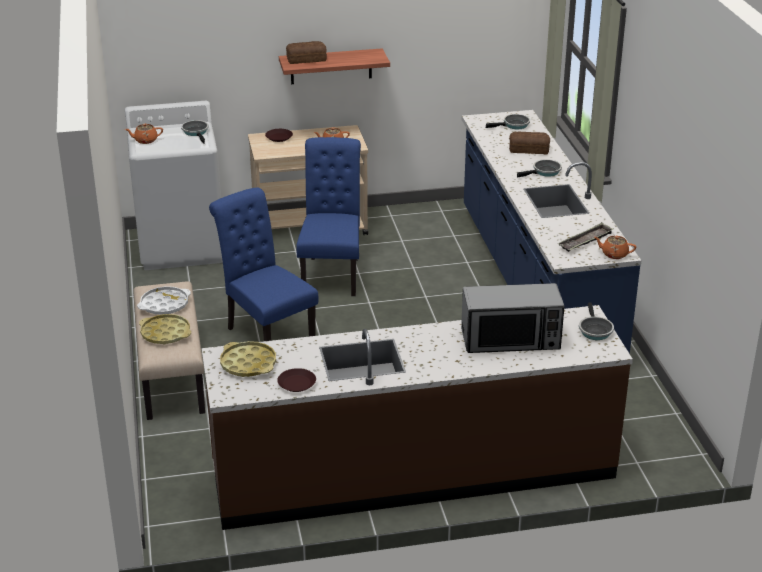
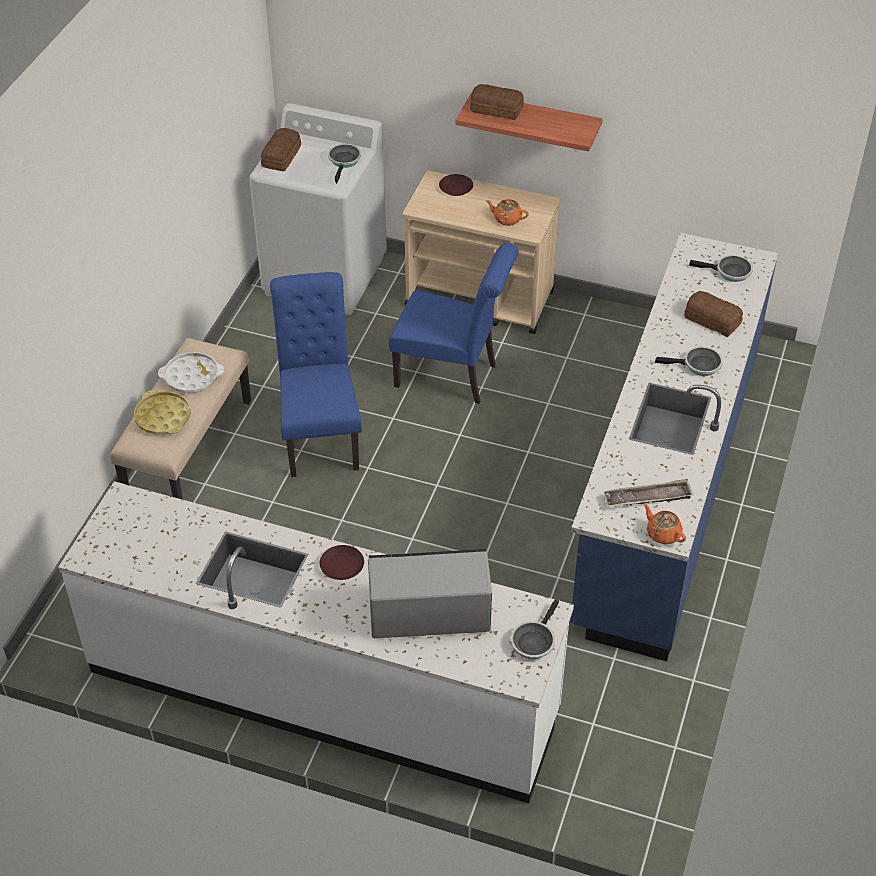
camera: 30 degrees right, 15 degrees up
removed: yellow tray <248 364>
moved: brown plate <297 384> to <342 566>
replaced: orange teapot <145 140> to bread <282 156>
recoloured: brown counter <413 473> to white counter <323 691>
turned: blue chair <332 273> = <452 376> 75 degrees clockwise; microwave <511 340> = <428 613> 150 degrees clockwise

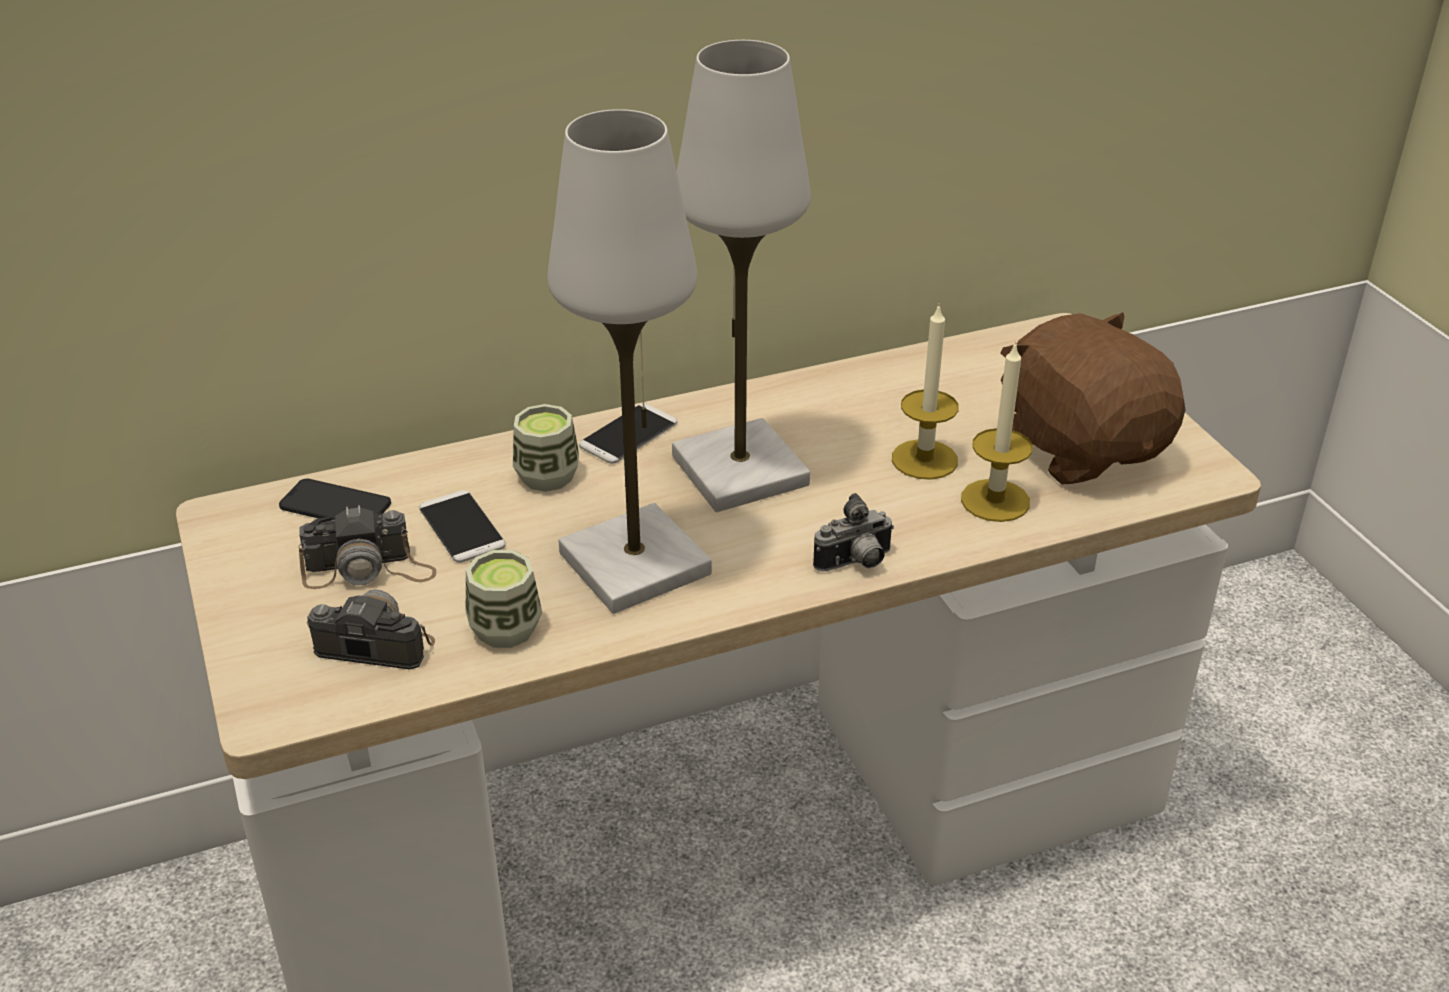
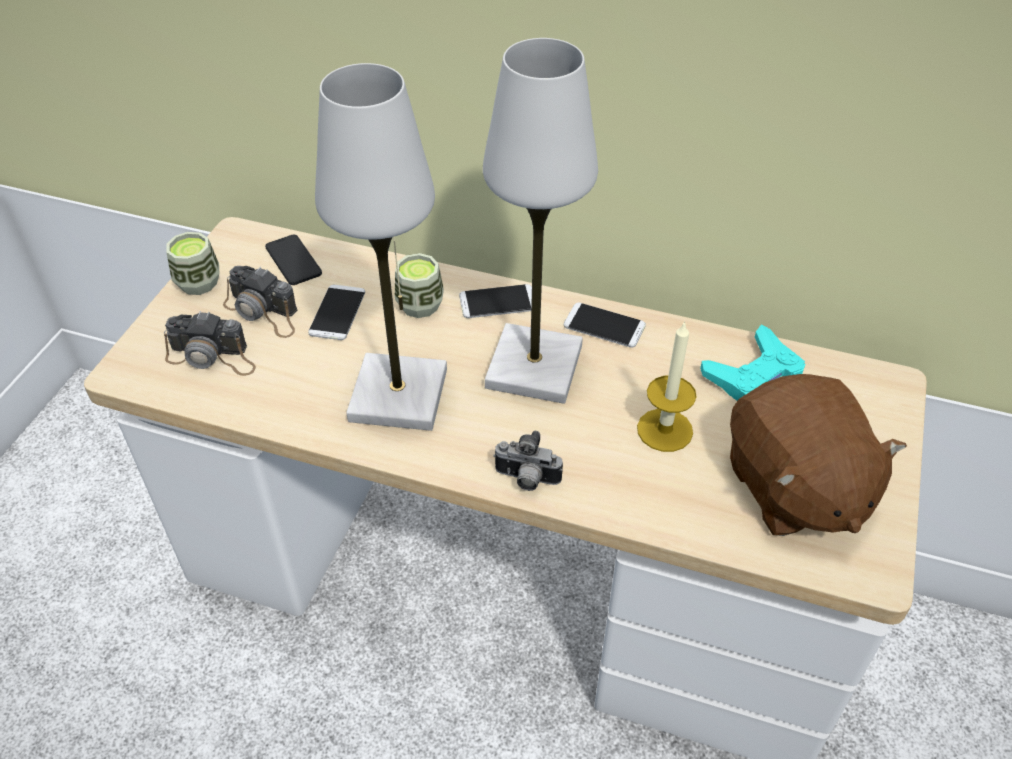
camera: 40 degrees right, 10 degrees up
removed: candle <995 500>
added: phone <604 326>; turquoise game controller <754 375>
moved: cup <505 629> to <198 282>
turned: photo camera <366 640> = <212 357> 135 degrees clockwise; brown plush toy <1081 447> = <794 488> 150 degrees clockwise

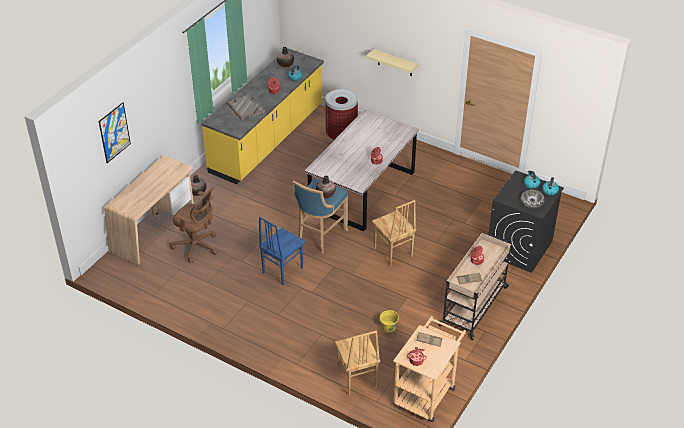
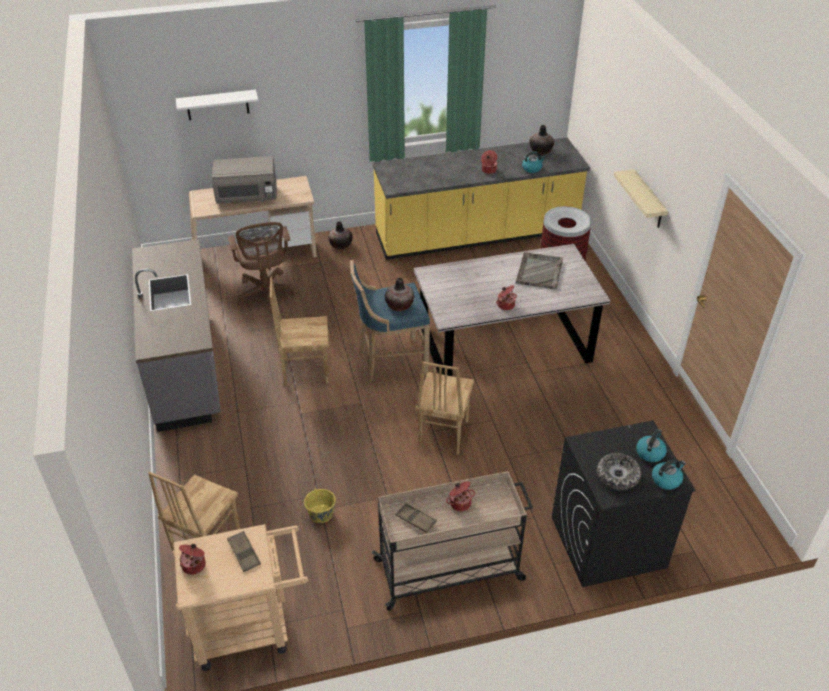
camera: 45 degrees right, 0 degrees up
added: grey counter <186 366>; grey microwave <247 197>
moved: grey tray <245 107> to <539 271>
replaced: picture <114 132> to white shelf <217 105>
recoloured: blue chair <282 270> to brown chair <305 370>

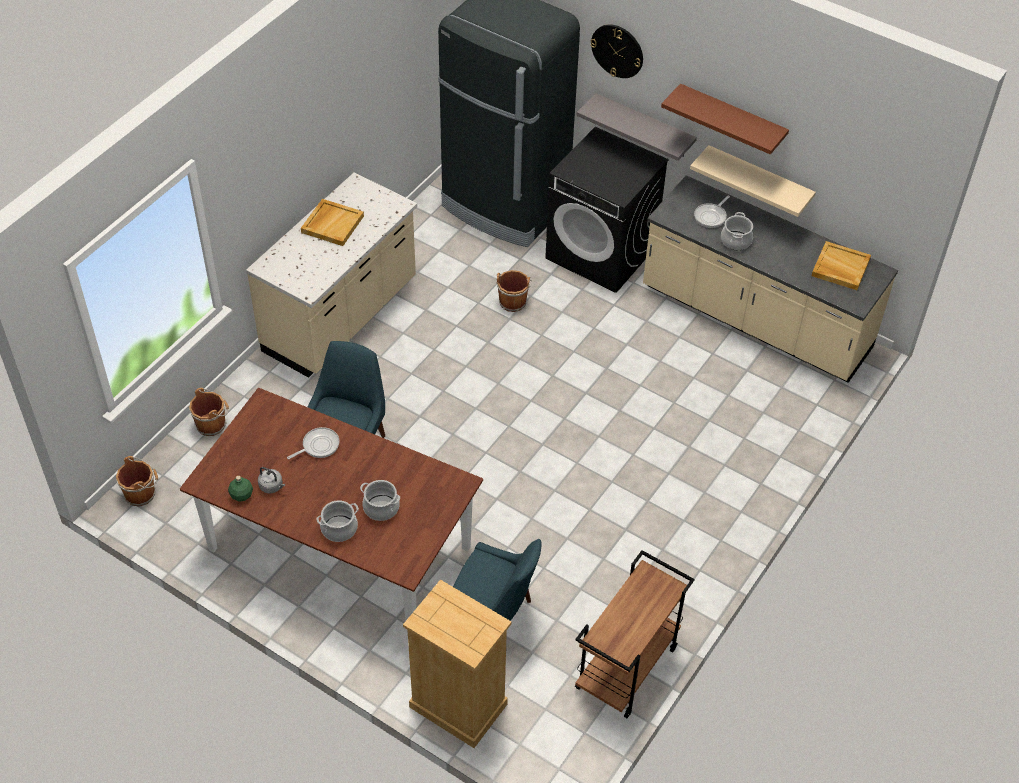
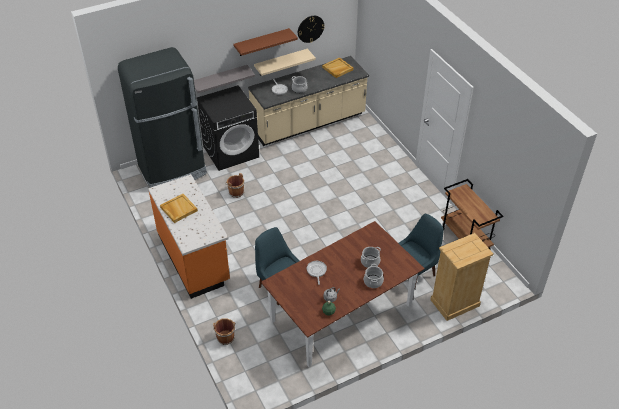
camera: 60 degrees left, 5 degrees down
removed: brown bucket <141 493>
moved: wall clock <617 50> to <310 28>
recoloured: beige counter <341 317> to orange counter <194 258>

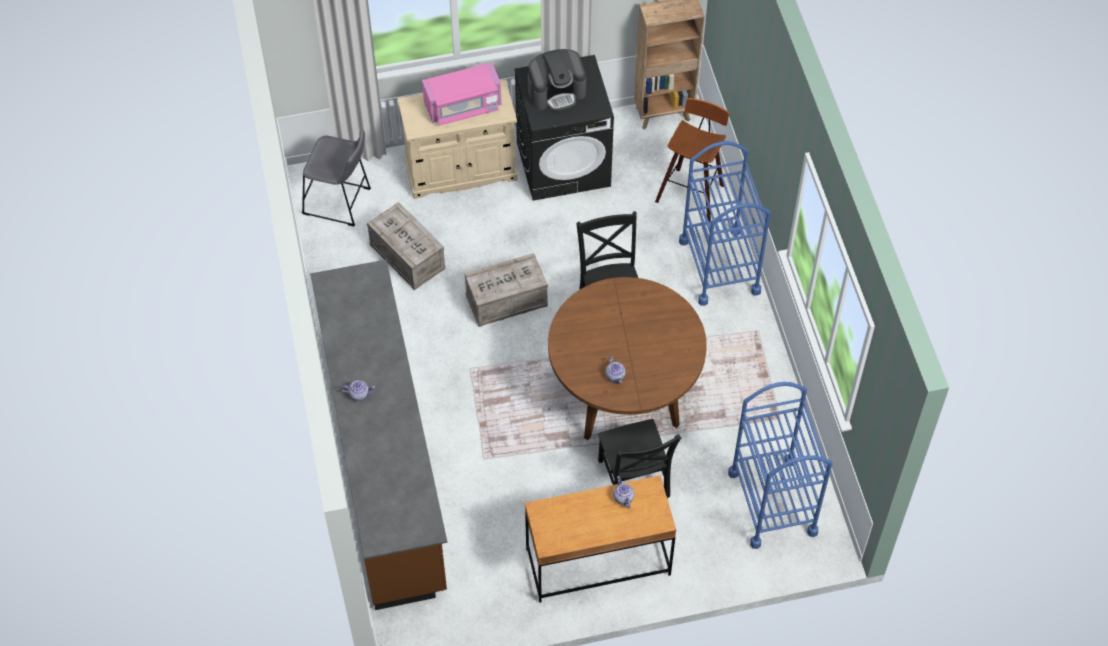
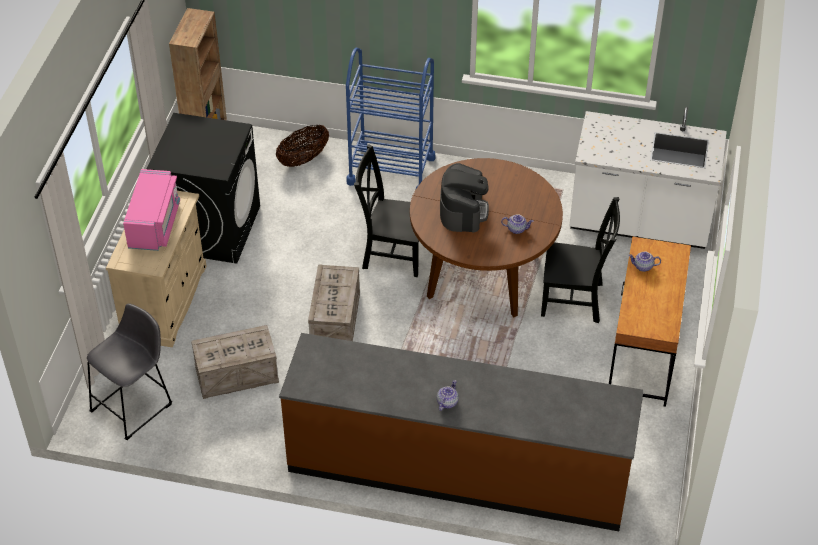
camera: 65 degrees left, 10 degrees down
moved: coffee machine <556 92> to <463 211>
replaced: stool <691 192> to basket <303 159>; blue cart <772 502> to white counter <639 223>

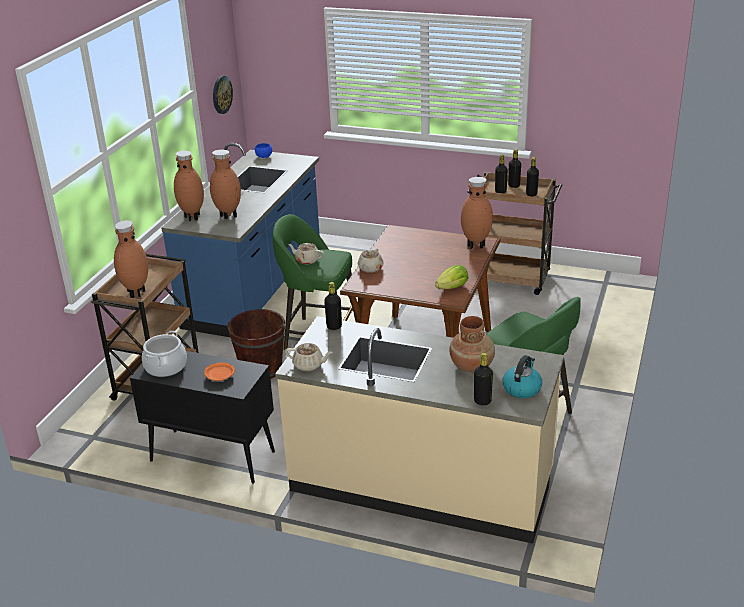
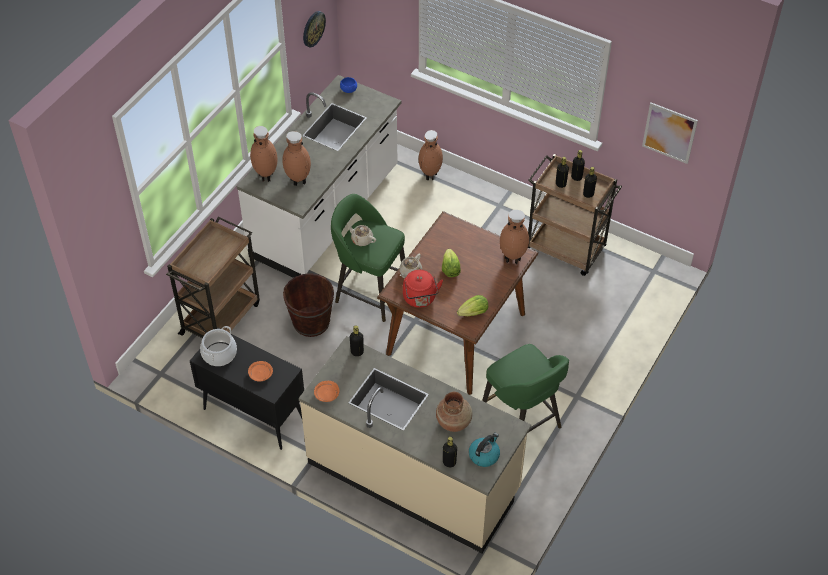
camera: 10 degrees right, 20 degrees up
added: red kettle <420 299>; lettuce <450 269>; picture <669 133>
moved: brown vase <135 293> to <429 175>
replaced: beige teapot <309 365> to orange plate <326 394>
recoloured: blue counter <256 287> to white counter <326 213>

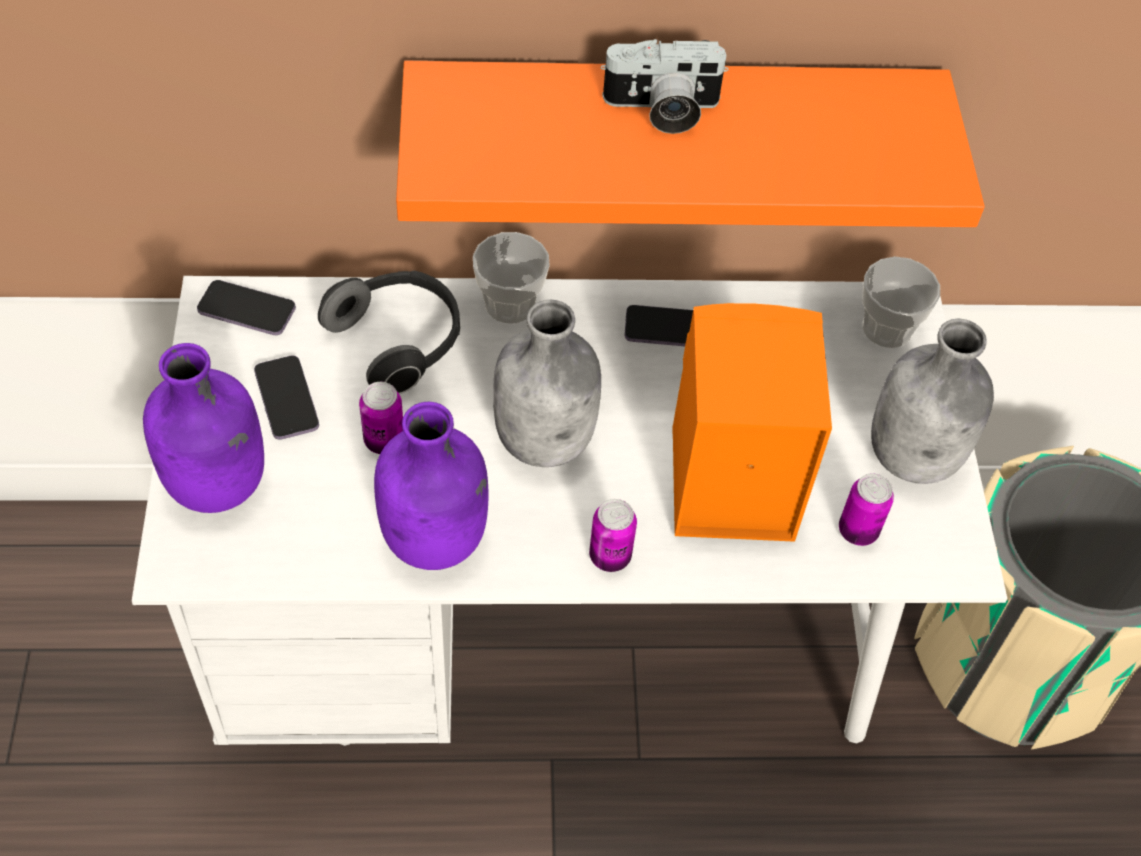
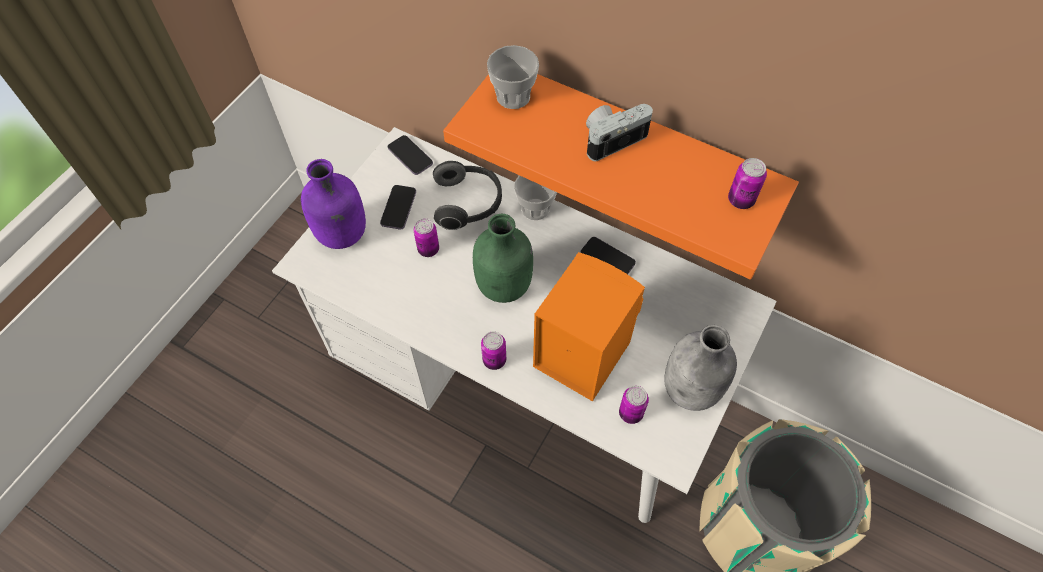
camera: 35 degrees right, 5 degrees up
removed: purple bottle <436 539>
added: can <740 200>
moved: cup <887 328> to <513 96>
recoloured: grey bottle <546 439> to green bottle <505 286>
turned: photo camera <661 110> = <612 138> 120 degrees clockwise

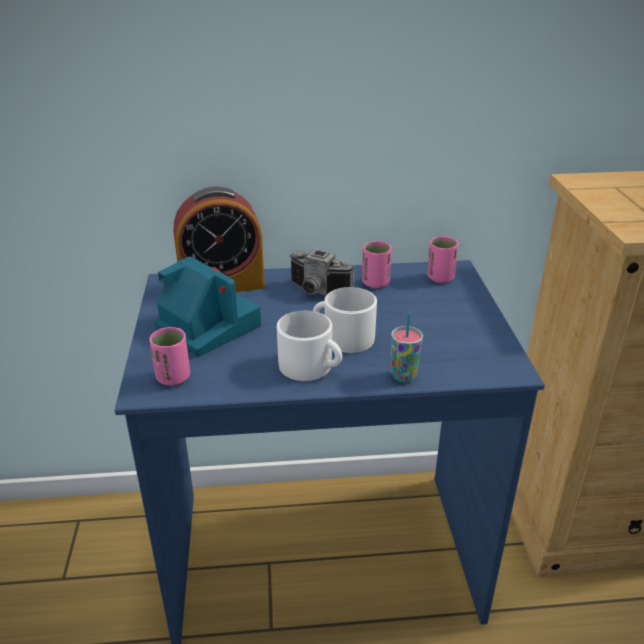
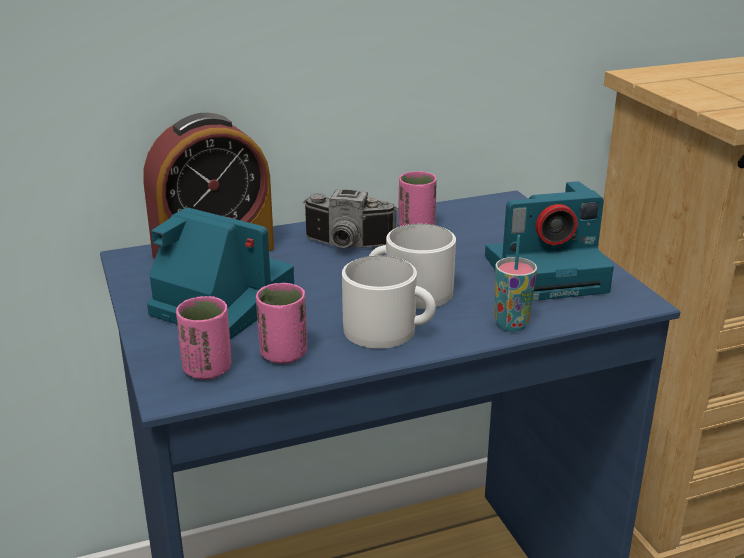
camera: 15 degrees left, 5 degrees down
added: photo camera <547 272>
moved: pink cup <440 278> to <283 354>

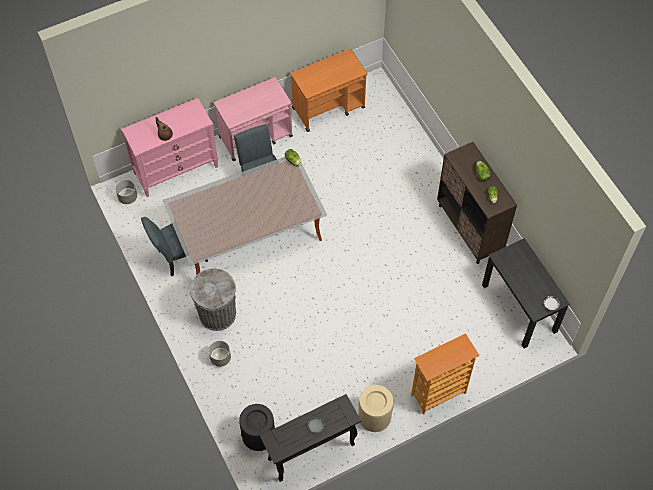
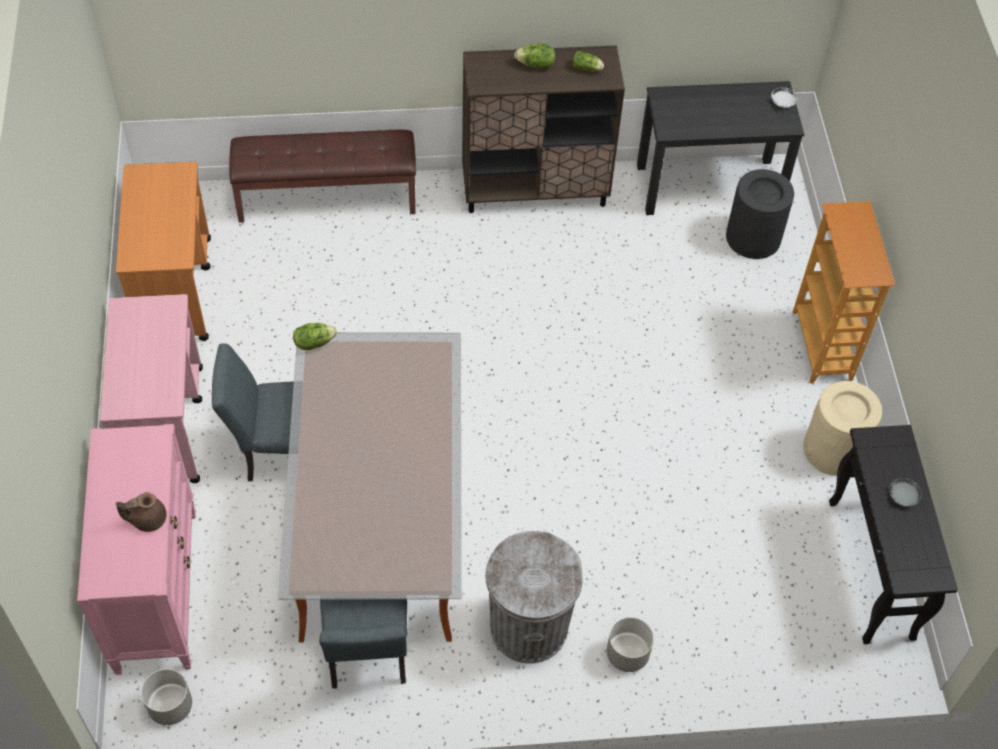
camera: 70 degrees left, 5 degrees down
added: brown bench <327 197>
moved: black trash can <258 435> to <753 237>

